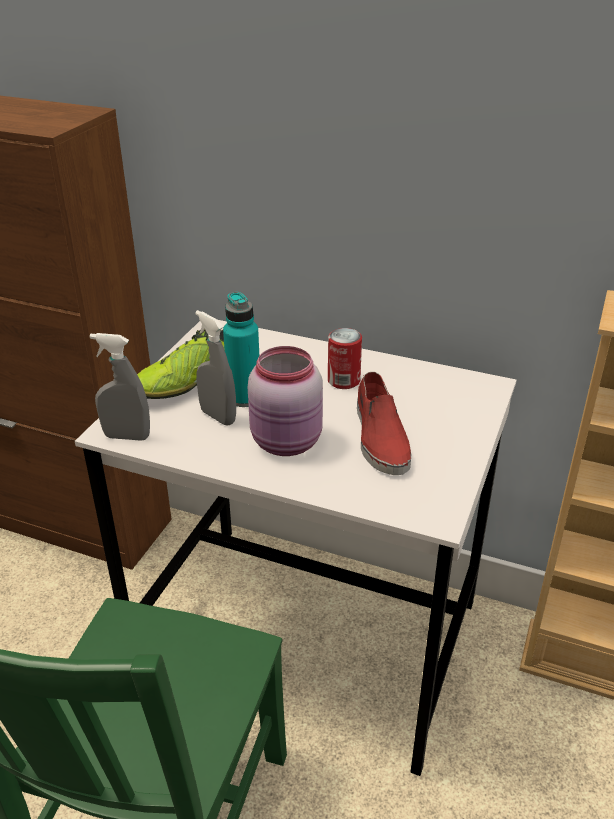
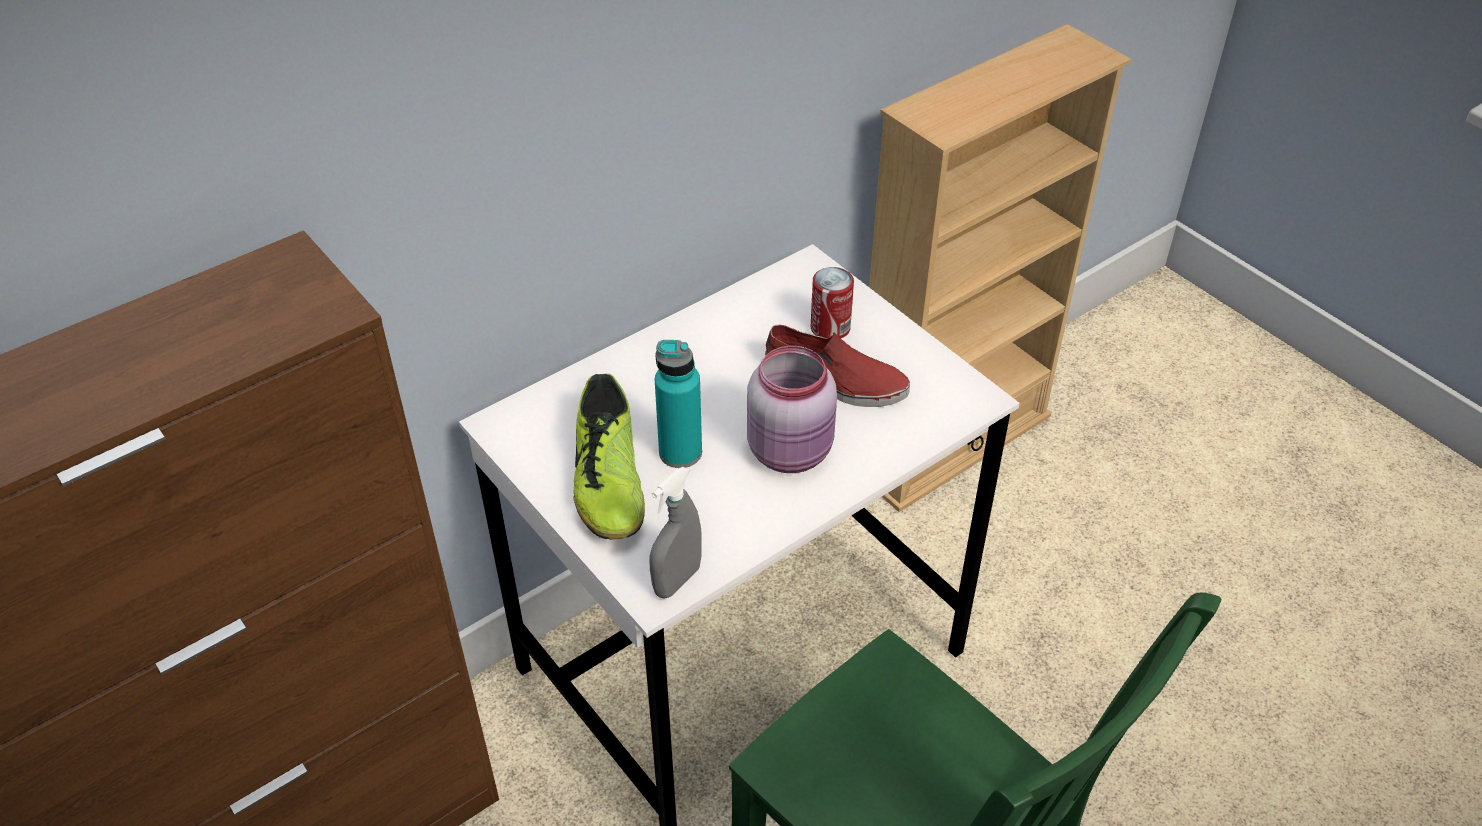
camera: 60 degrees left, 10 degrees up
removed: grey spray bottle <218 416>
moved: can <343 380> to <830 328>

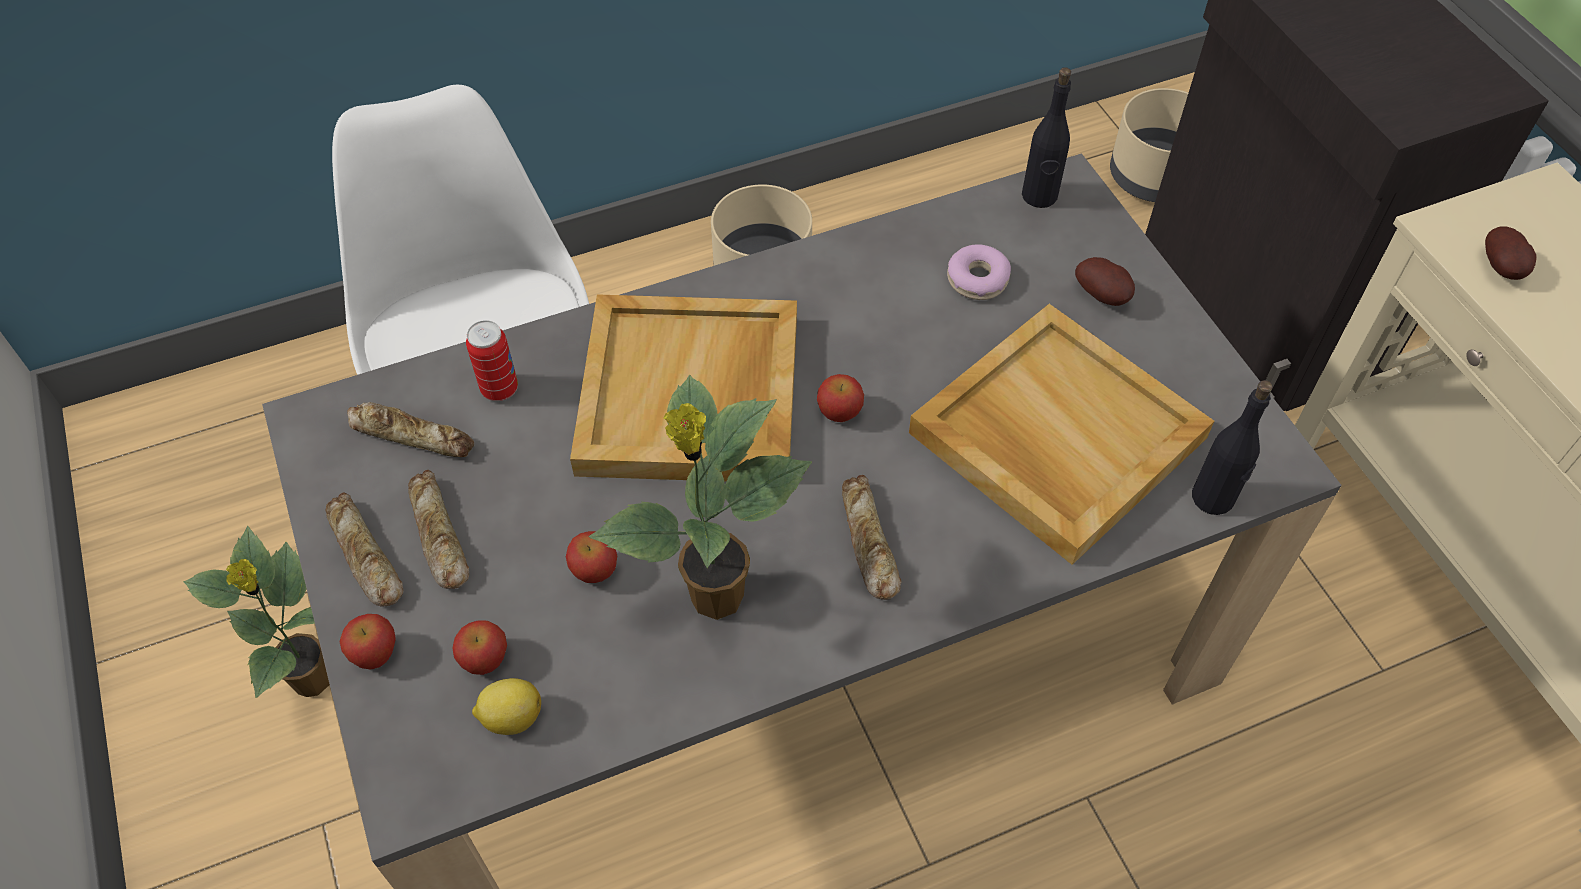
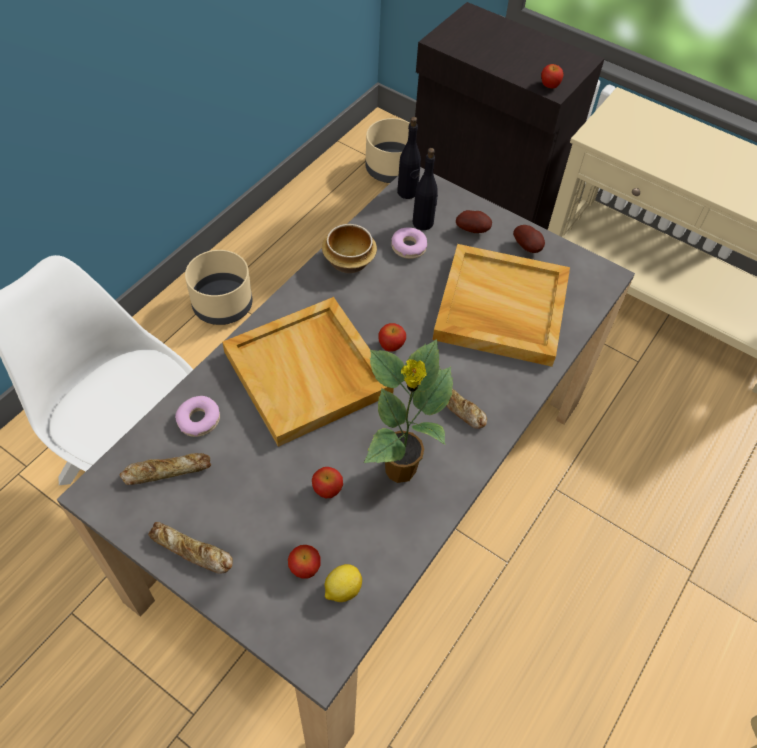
camera: 35 degrees left, 0 degrees up
removed: potted plant <313 681>; bread <437 535>
added: bowl <348 261>
moved: apple <375 653> to <549 85>; black bottle <1213 498> to <423 223>; potato <1502 269> to <528 247>
replaced: can <499 389> to donut <198 420>

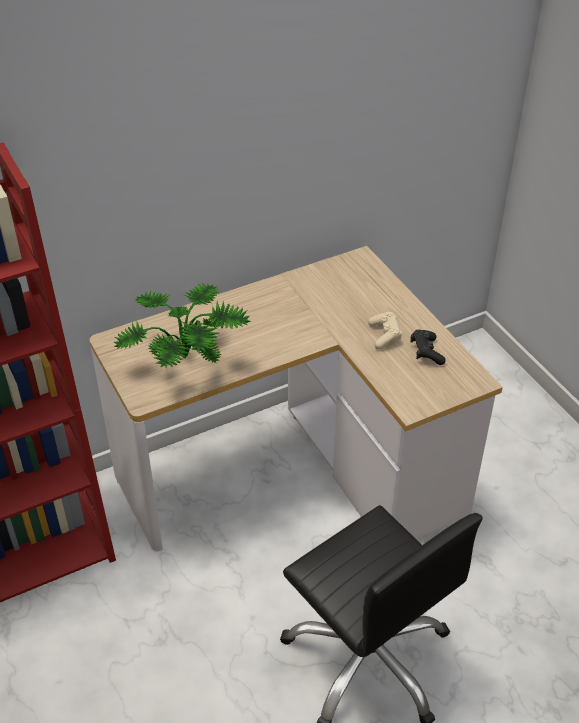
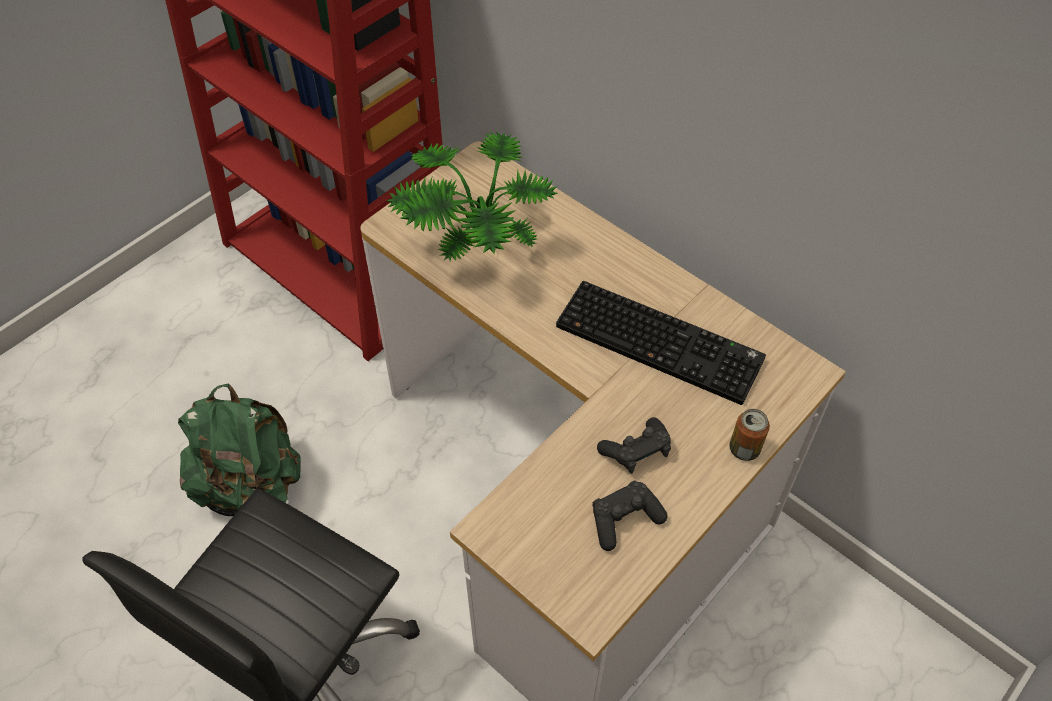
camera: 70 degrees right, 10 degrees up
added: green backpack <251 487>; keyboard <662 341>; can <744 449>
recoloured: beige game controller <384 335> to black game controller <636 452>

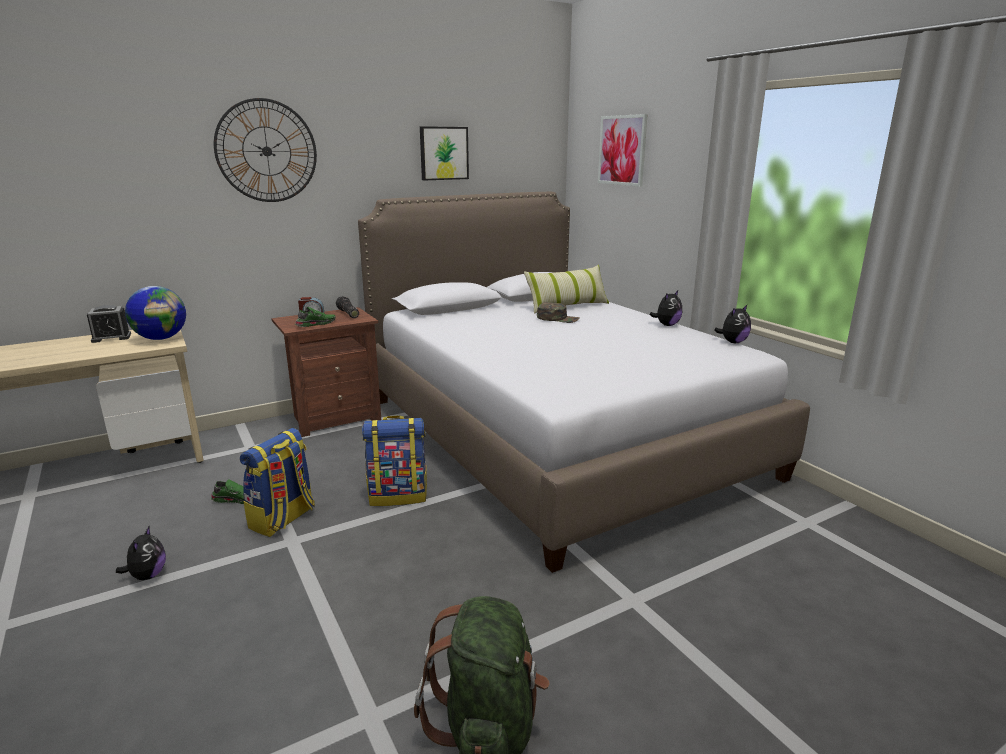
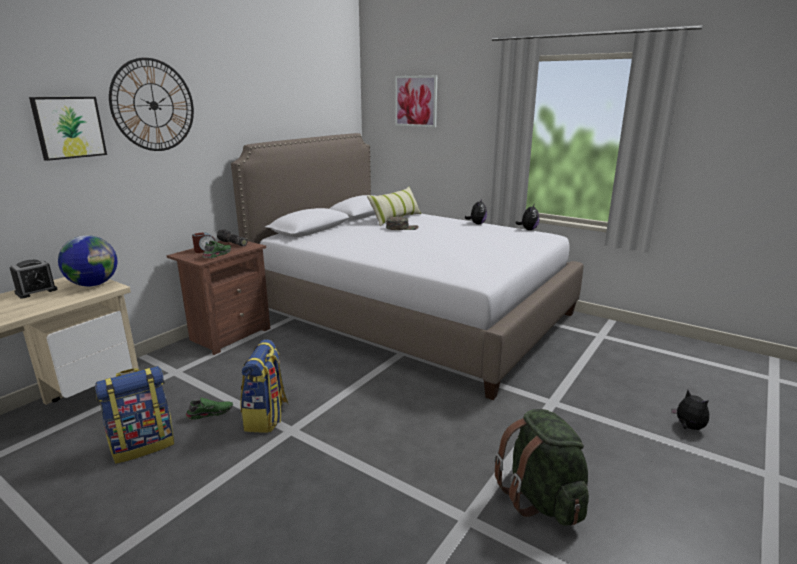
camera: 25 degrees left, 0 degrees up
moved: plush toy <147 575> to <688 427>; backpack <398 495> to <143 445>; picture <443 153> to <68 127>

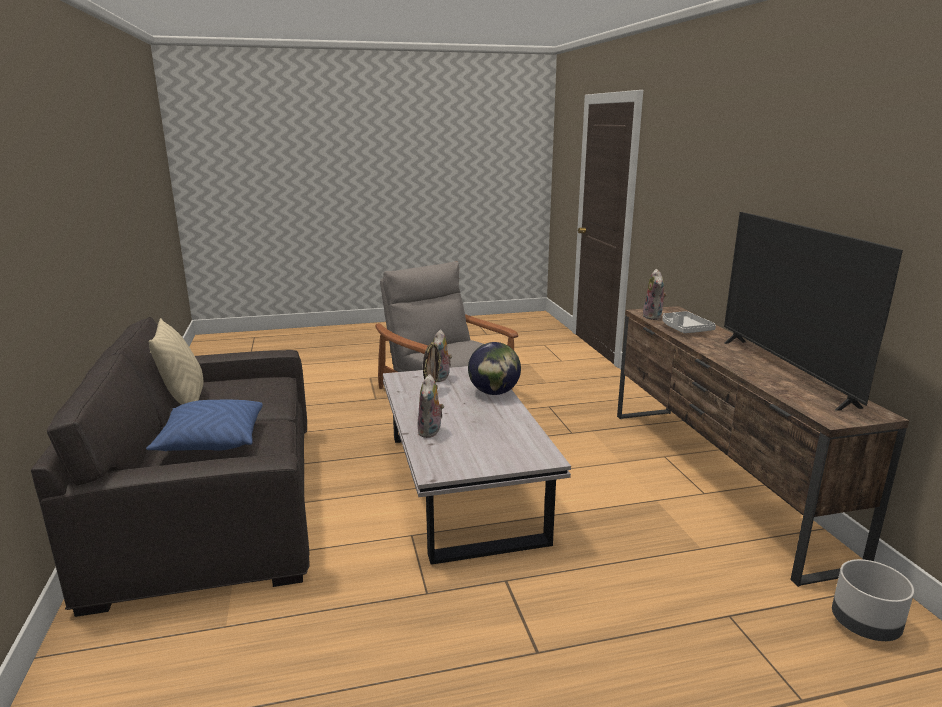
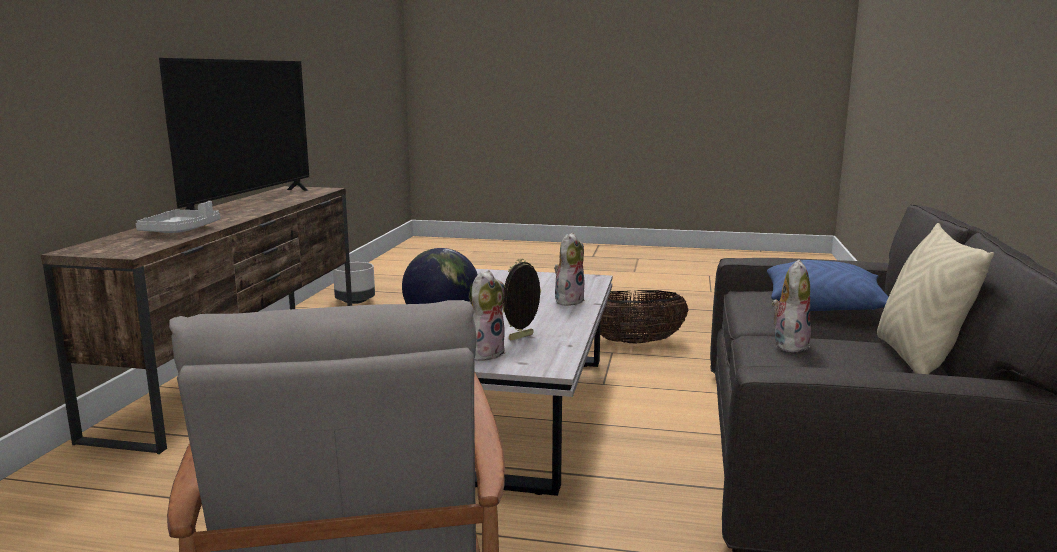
camera: 155 degrees left, 5 degrees down
added: basket <635 342>
moved: plush toy <654 317> to <789 344>

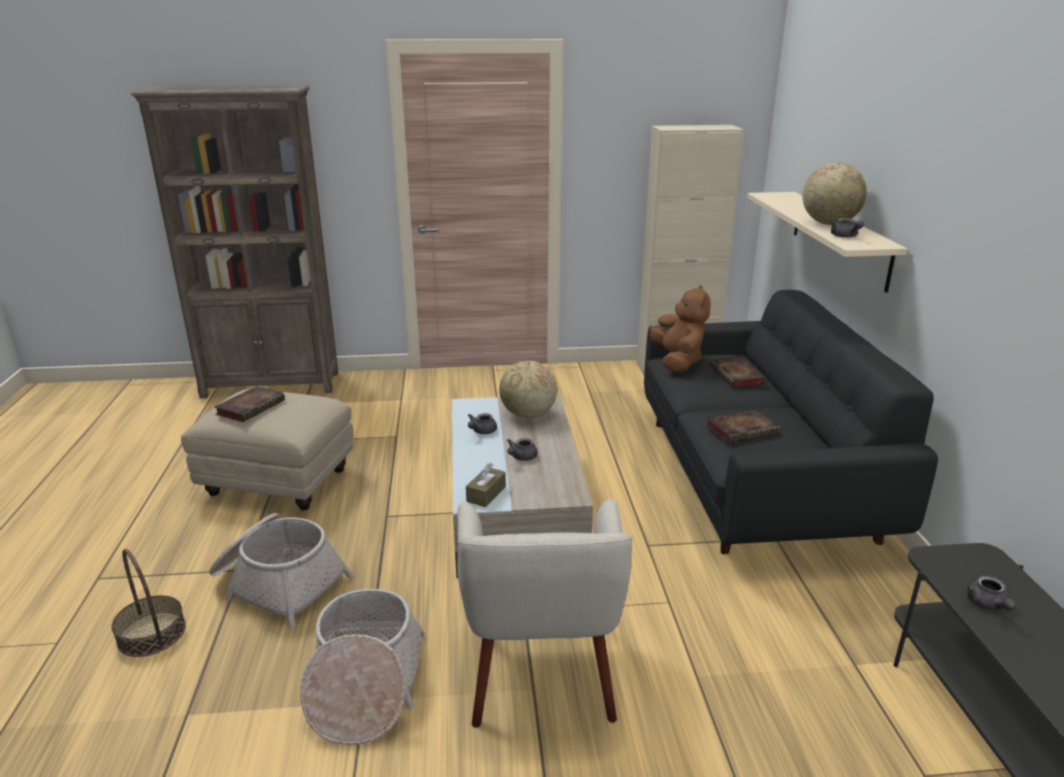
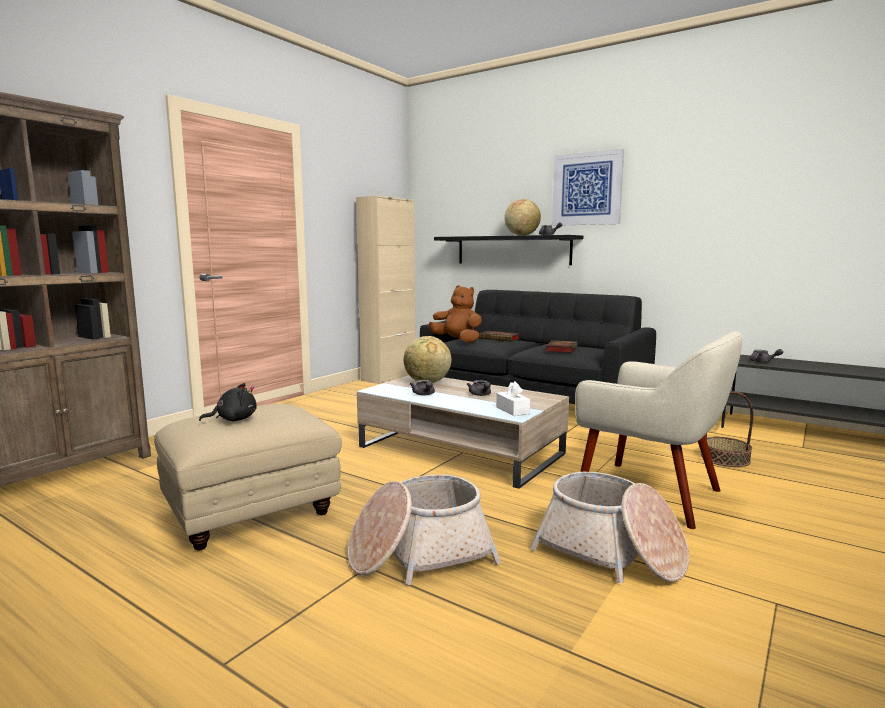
camera: 50 degrees left, 15 degrees down
added: picture <587 189>
moved: basket <152 633> to <725 458>
replaced: book <251 407> to black plush toy <233 420>
recoloured: brown tissue box <486 494> to white tissue box <512 410>; beige shelf <839 238> to black shelf <512 250>

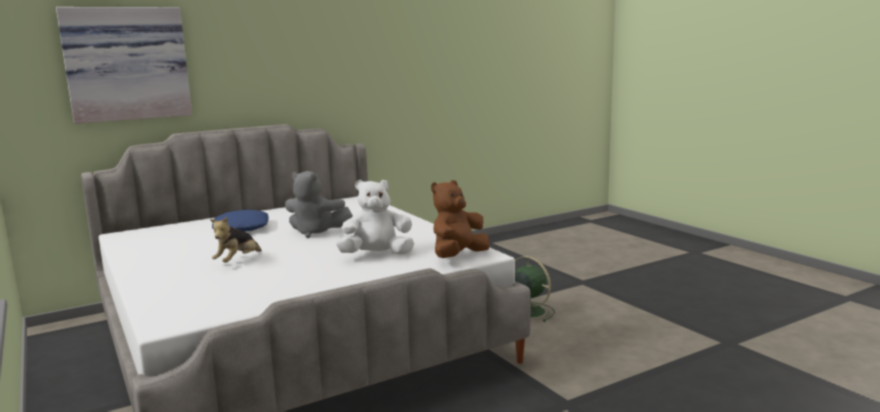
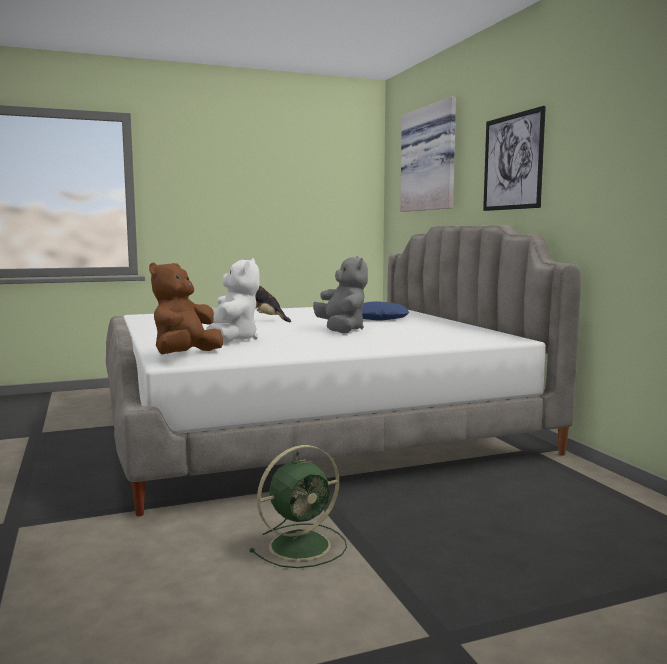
camera: 100 degrees right, 5 degrees down
added: picture <512 162>
turned: grey plush toy <316 232> = <341 330> 135 degrees clockwise; brown plush toy <458 256> = <185 356> 120 degrees counterclockwise

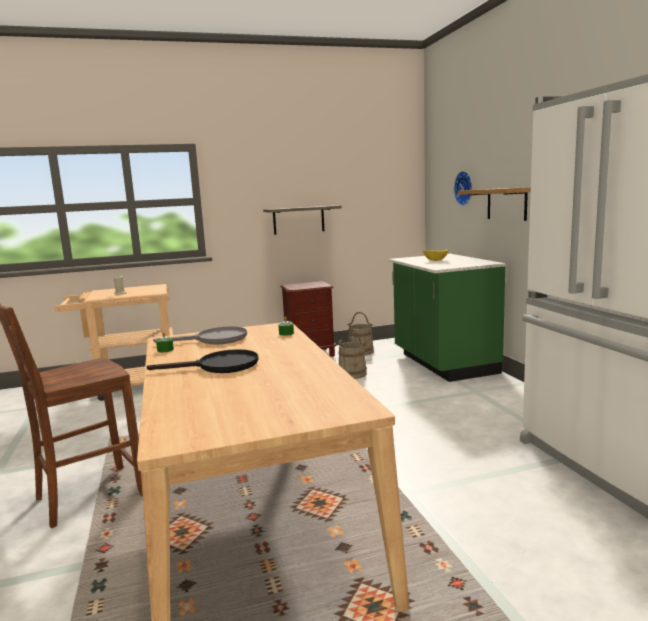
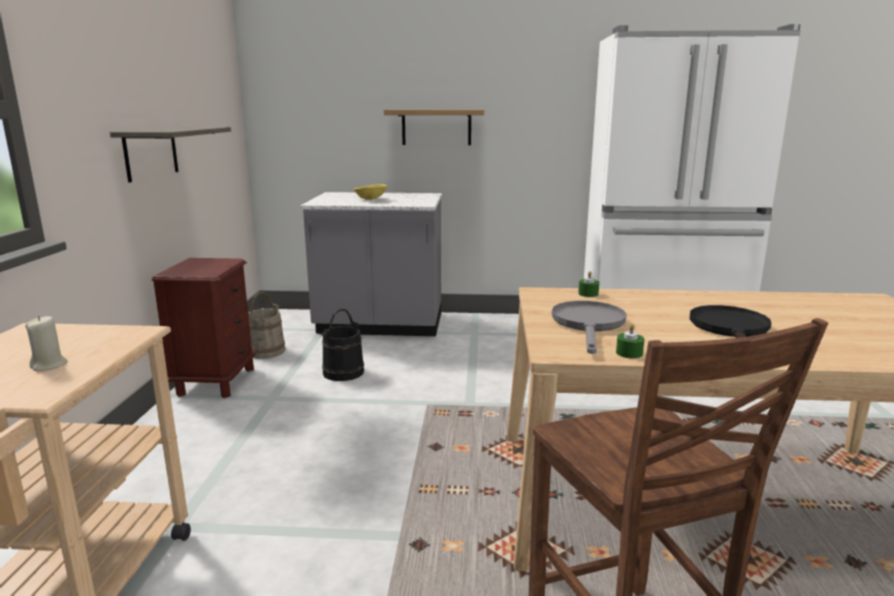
camera: 70 degrees left, 5 degrees up
removed: wall clock <465 188>
recoloured: beige bucket <352 374> to black bucket <343 372>; green counter <443 363> to grey counter <380 325>

